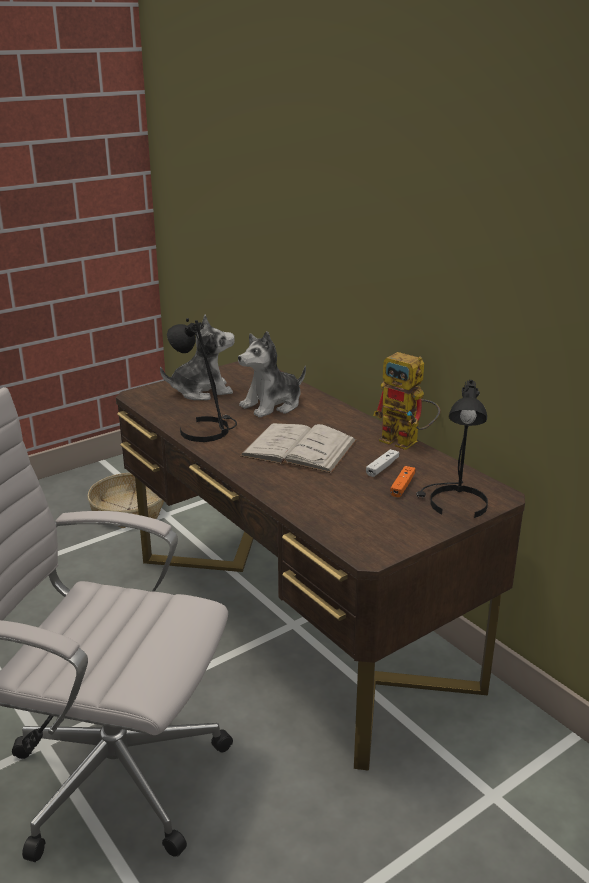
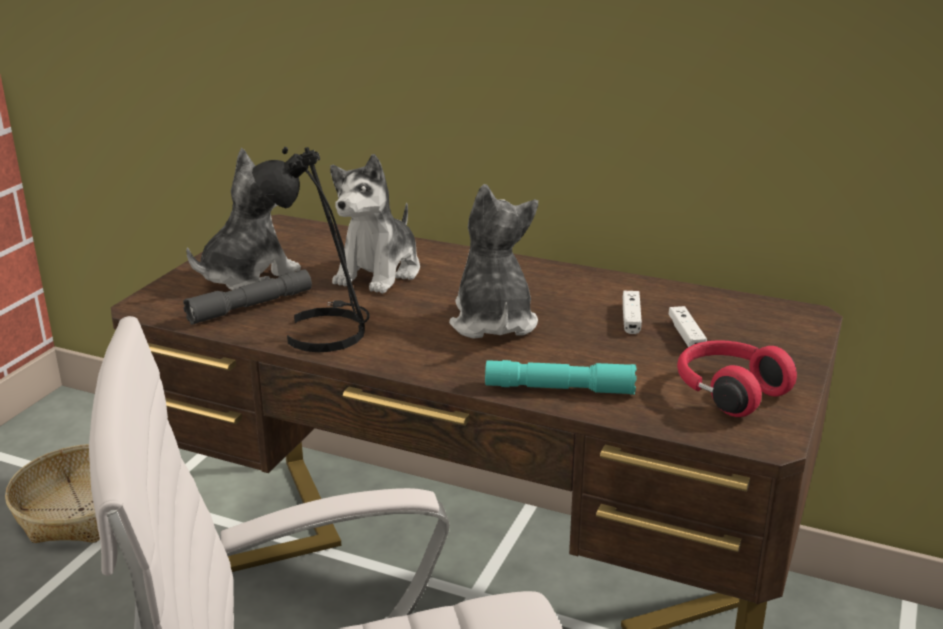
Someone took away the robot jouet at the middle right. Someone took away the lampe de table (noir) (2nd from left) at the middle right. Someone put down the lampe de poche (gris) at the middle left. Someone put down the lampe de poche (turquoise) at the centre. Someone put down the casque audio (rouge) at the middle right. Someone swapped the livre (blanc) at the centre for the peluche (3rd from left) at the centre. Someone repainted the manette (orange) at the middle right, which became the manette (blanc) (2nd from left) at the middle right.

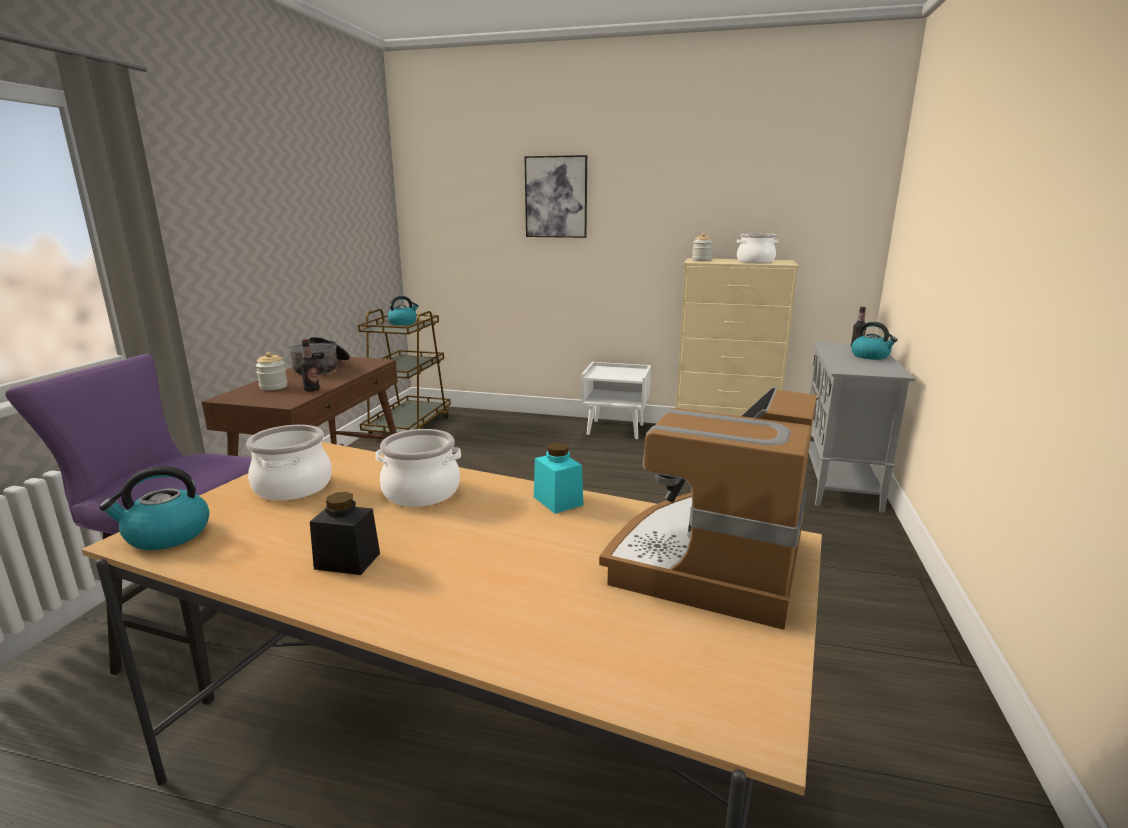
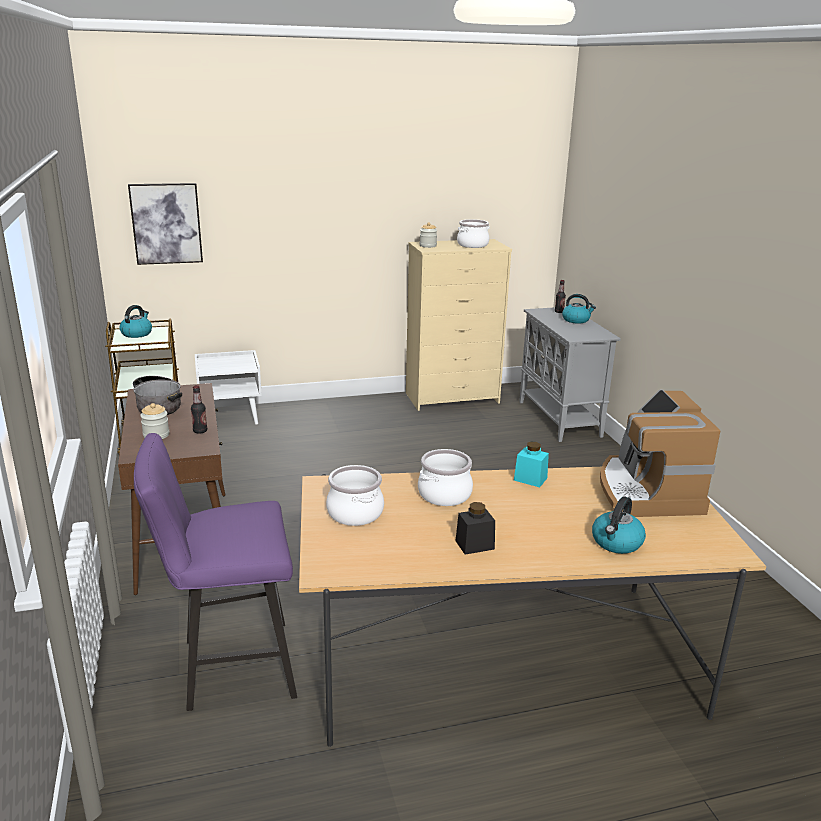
Someone carried the bouilloire (1st from left in the first image) from the middle left to the middle right. Someone carried the tableau from the top centre to the top left. Someone carried the table de chevet (blanc) from the centre to the middle left.

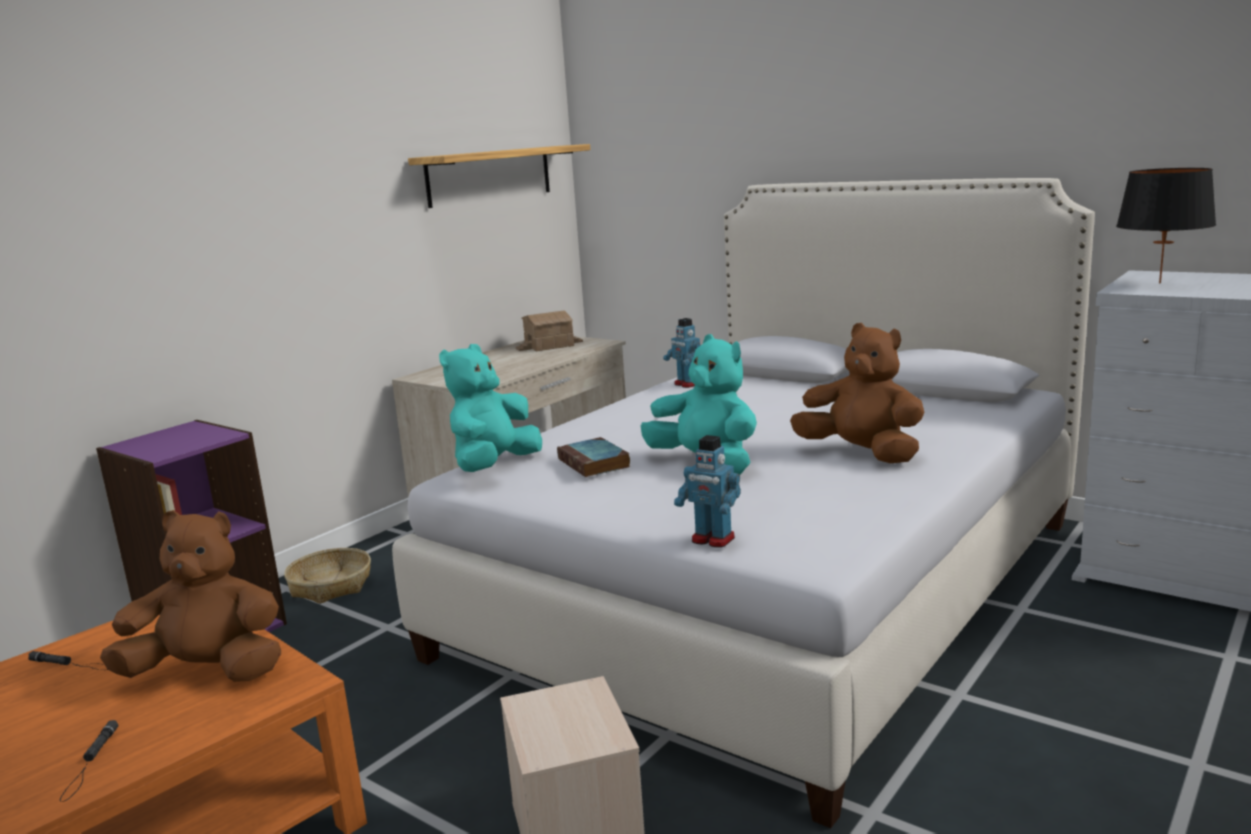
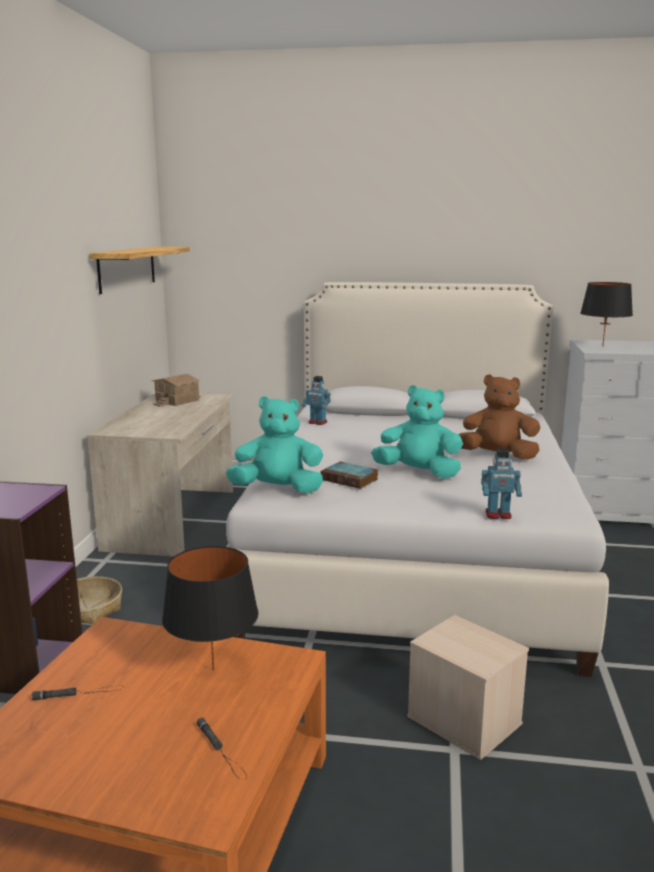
Someone swapped the peluche (marron) (1st from left) at the bottom left for the lampe de table (noir) (1st from left) at the bottom left. Someone rotated the peluche (turquoise) (1st from left) at the centre by 90 degrees clockwise.

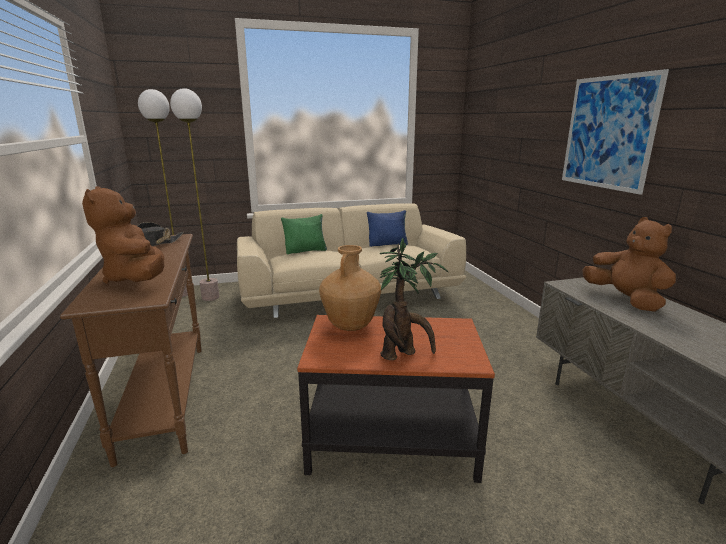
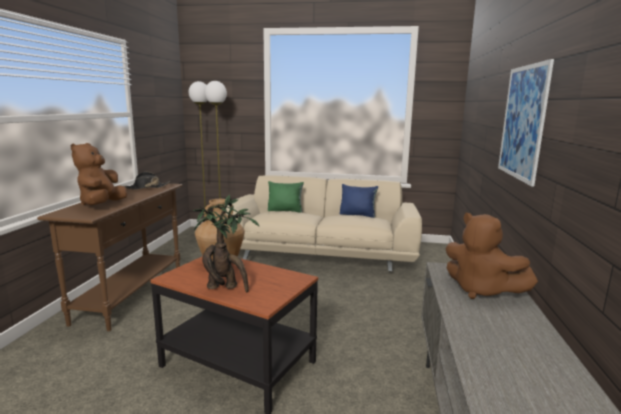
Someone rotated the peluche (marron) (2nd from left) at the middle right by 135 degrees clockwise.

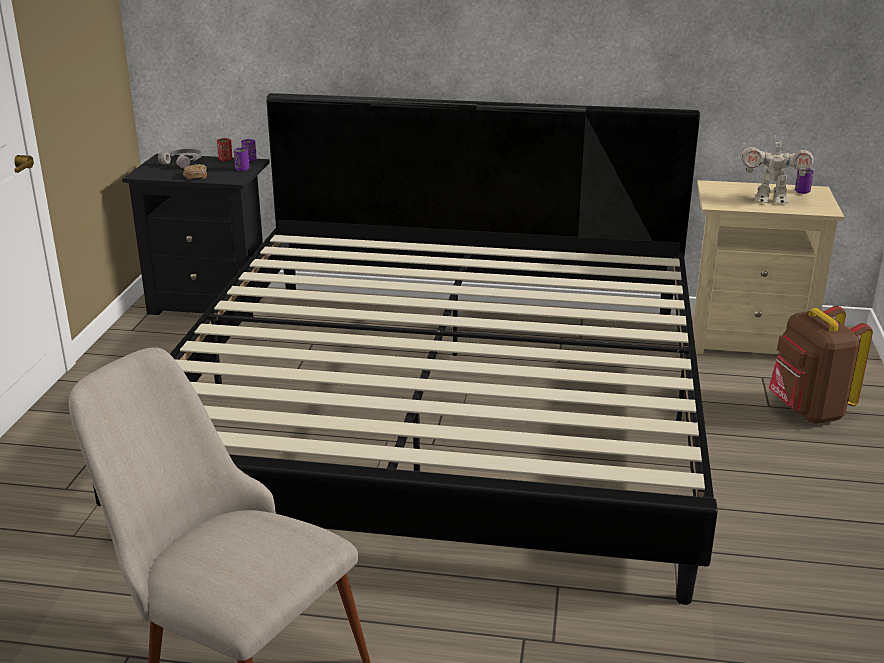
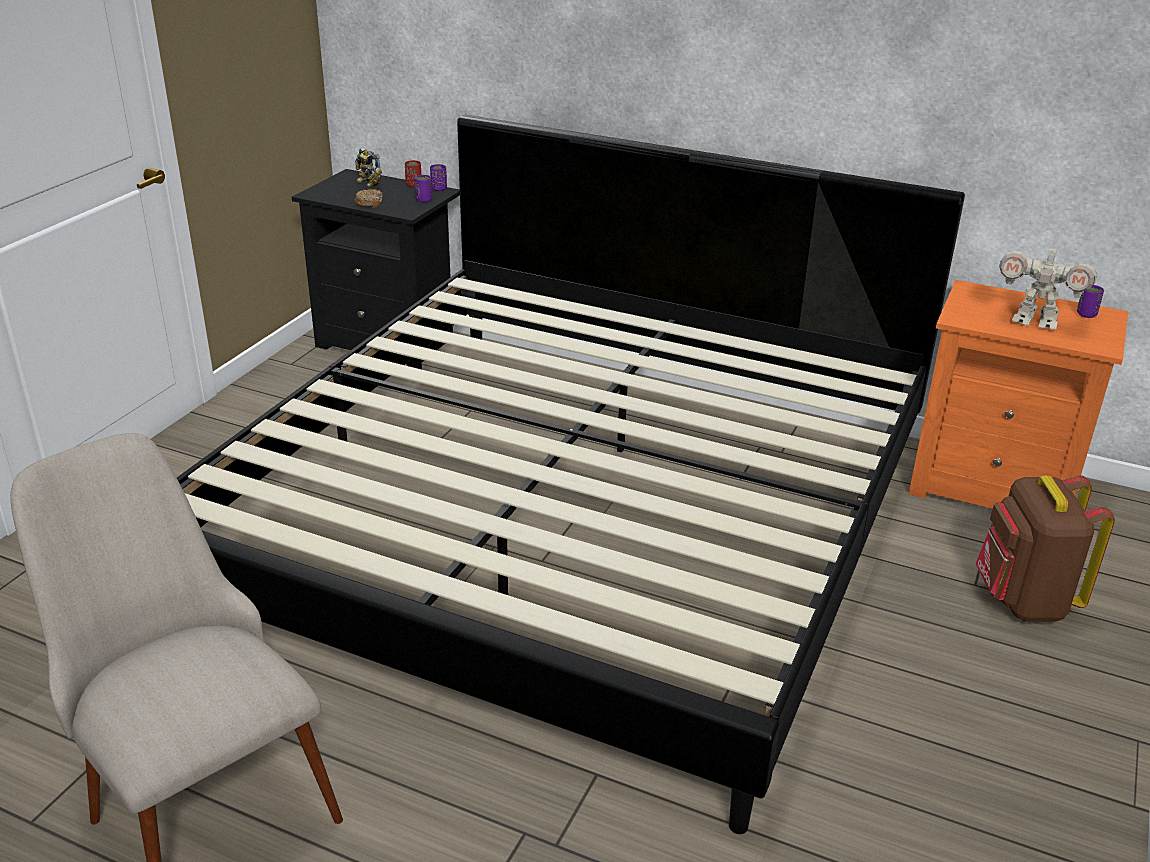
Someone swapped the casque audio (gris) at the top left for the robot jouet (1st from left) at the top left. Someone repainted the table de chevet (beige) at the middle right, which became the table de chevet (orange) at the middle right.

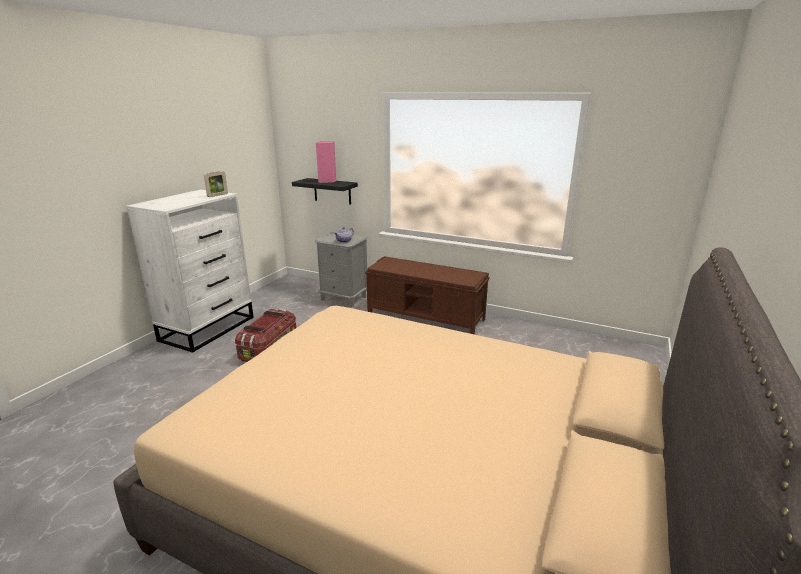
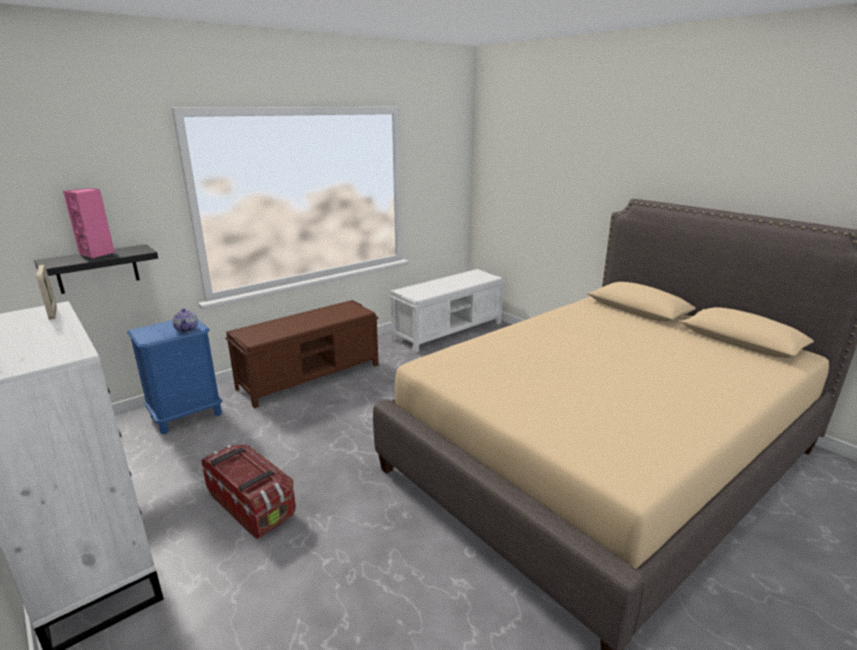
Someone put down the banc (blanc) at the centre. Someone repainted the table de chevet (gris) at the centre, which became the table de chevet (bleu) at the middle left.

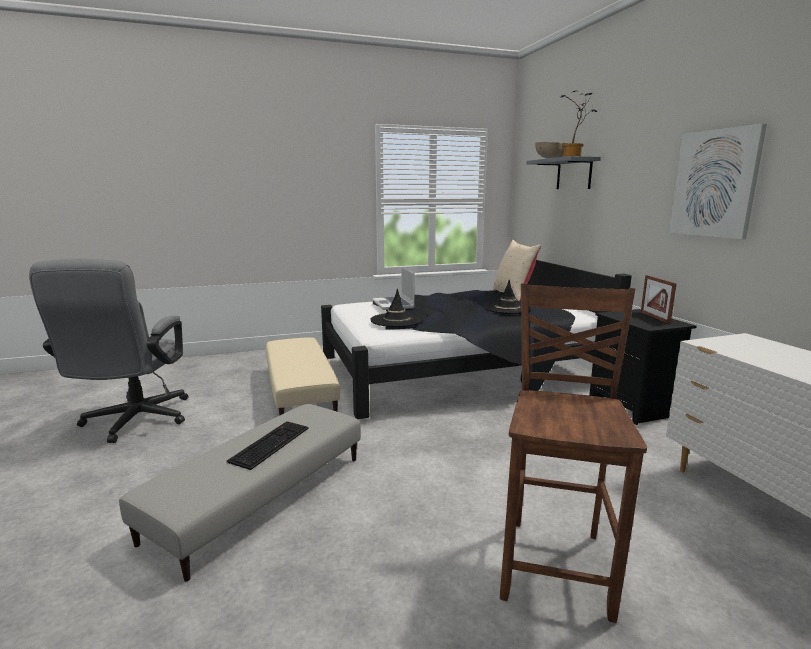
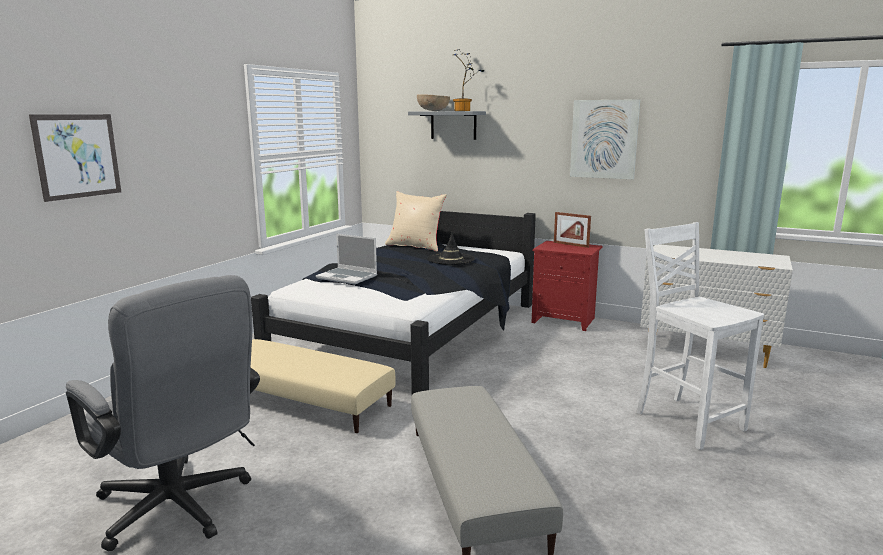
Someone took away the clavier at the bottom left. Someone took away the chapeau (noir) (1st from left) at the centre. Someone put up the tableau (1st from left) at the top left. Someone repainted the chaise (marron) at the bottom right, which became the chaise (blanc) at the middle right. Someone repainted the table de chevet (noir) at the middle right, which became the table de chevet (rouge) at the centre.

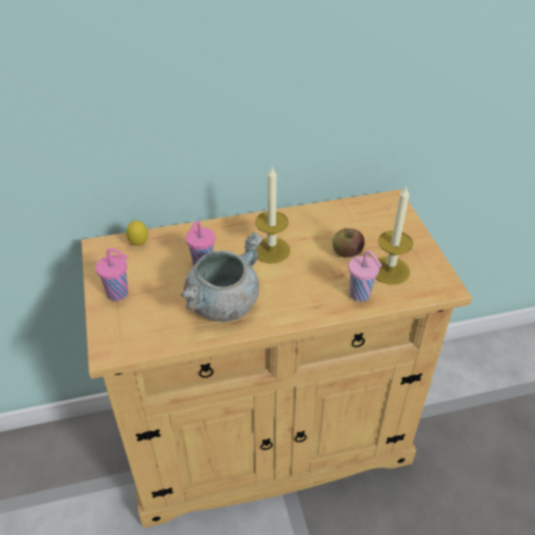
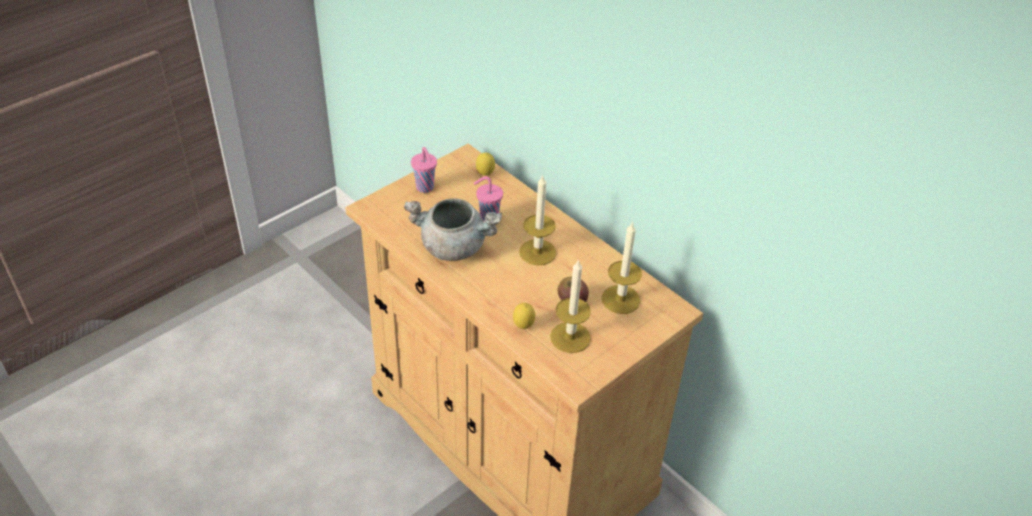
Someone put down the bougie (3rd from left) at the centre. Someone swapped the tasse (rose) (3rd from left) at the middle right for the citron (2nd from left) at the centre.

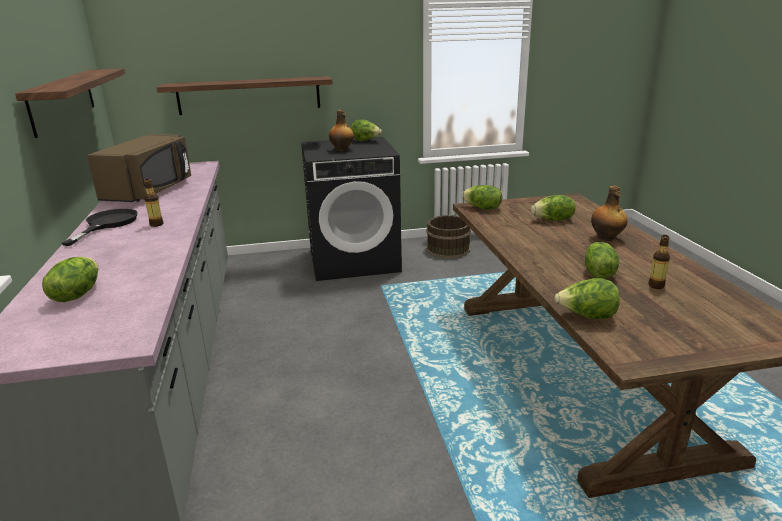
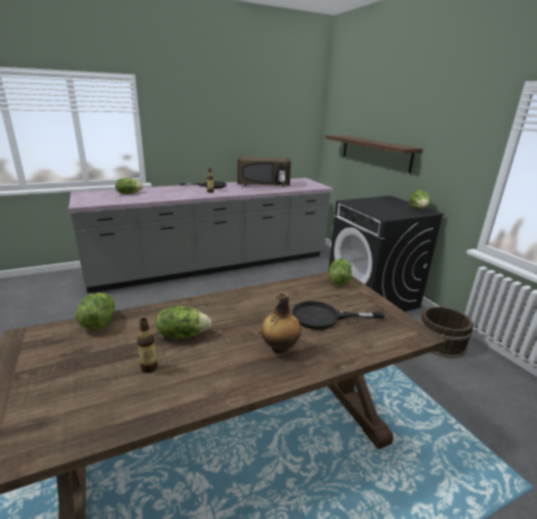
Someone took away the étagère (1st from left) at the top left. Someone took away the bouteille (2nd from left) at the top centre. Someone swapped the laitue (4th from left) at the middle right for the poêle (noir) (2nd from left) at the centre.

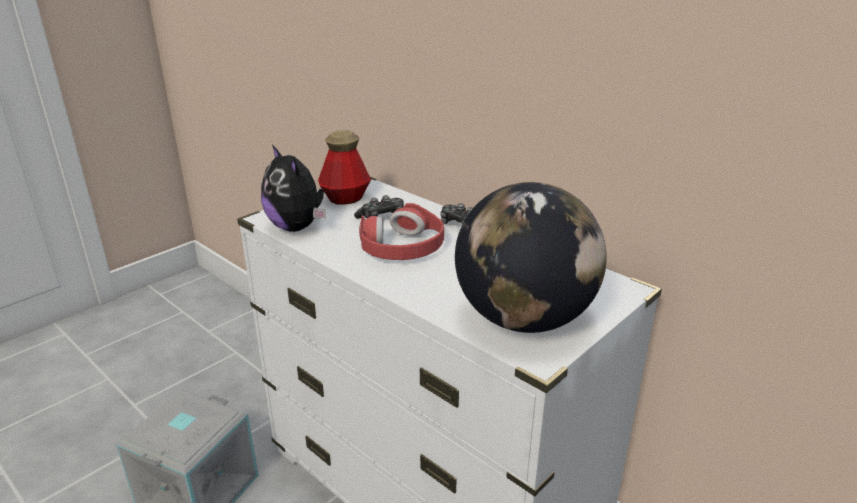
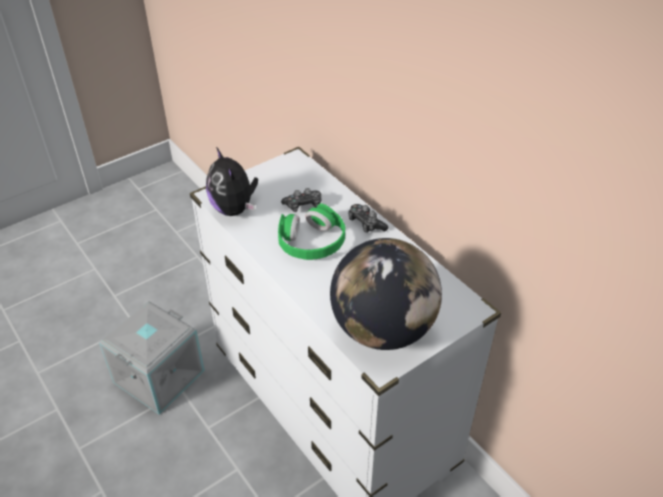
Someone took away the bouteille at the top centre. Someone repainted the casque audio (rouge) at the centre, which became the casque audio (vert) at the centre.

